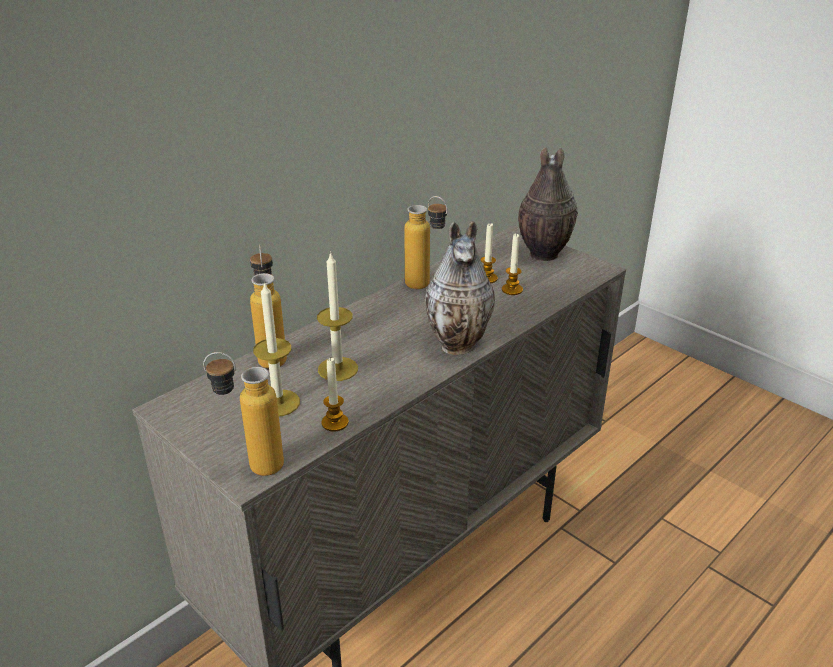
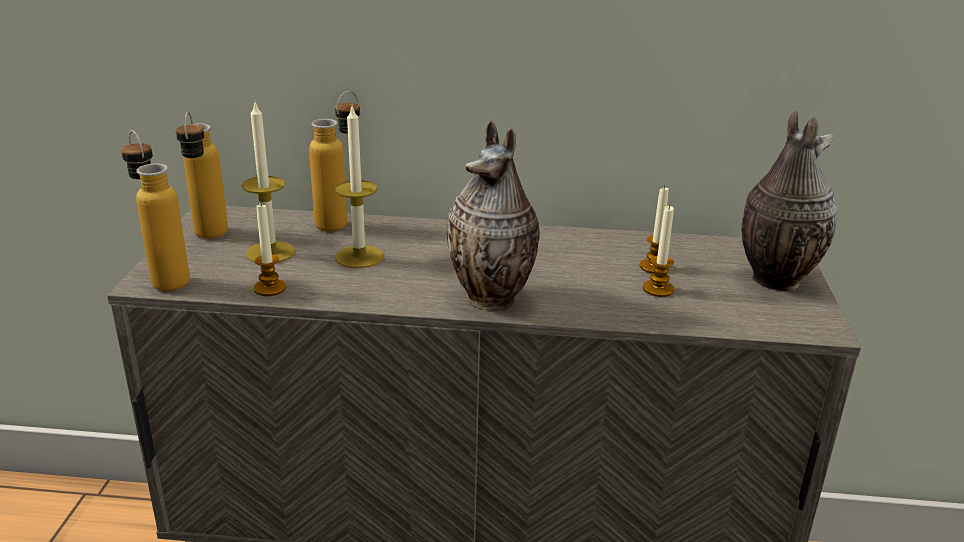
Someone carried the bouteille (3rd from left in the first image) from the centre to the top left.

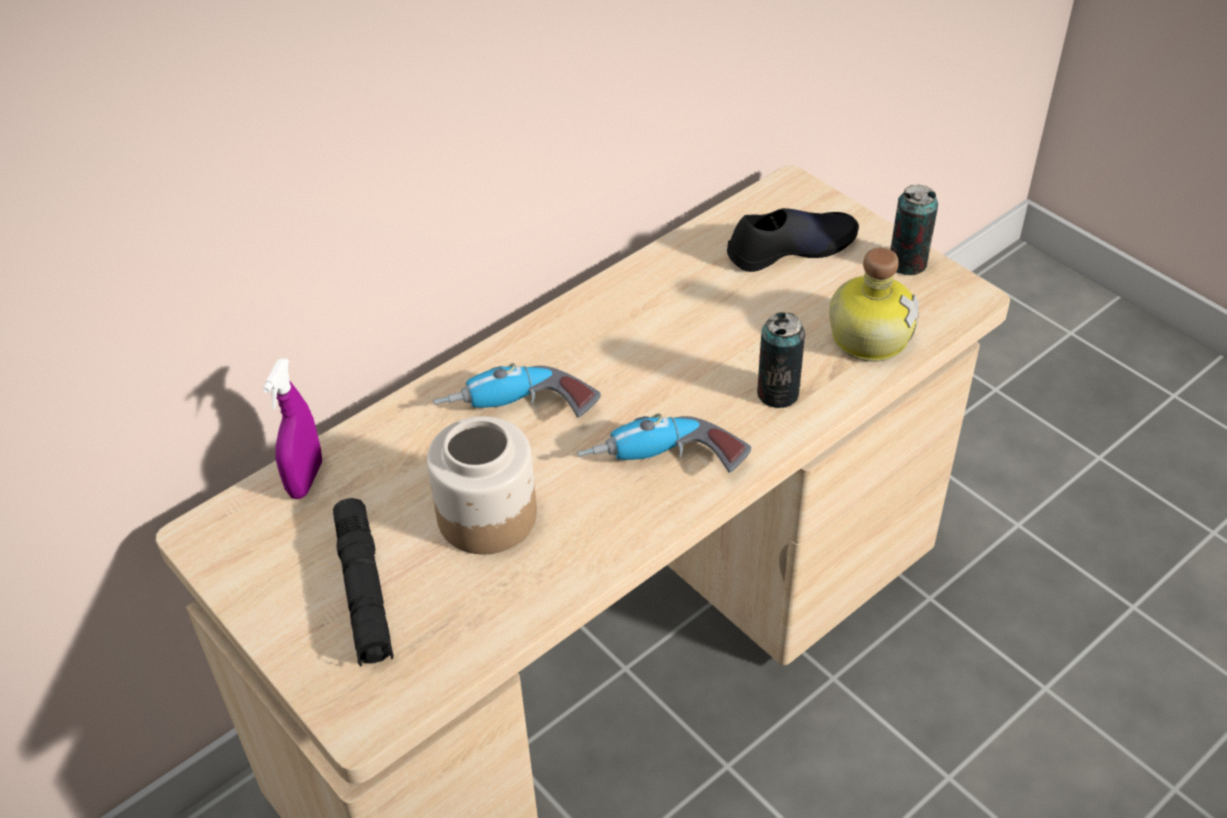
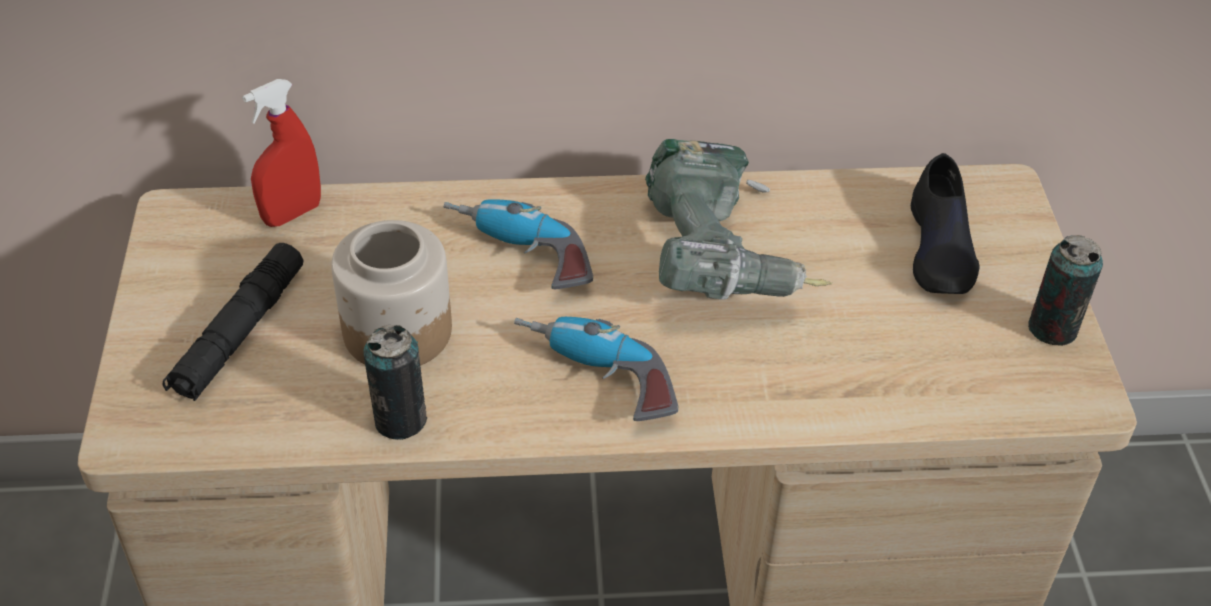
Someone took away the bouteille at the middle right. Someone put down the perceuse (3rd from left) at the centre. Someone carried the boîte métallique (1st from left) from the centre to the middle left. Someone repainted the vaporisateur (violet) at the middle left, which became the vaporisateur (rouge) at the top left. Someone rotated the chaussure (noir) at the top centre by 75 degrees clockwise.

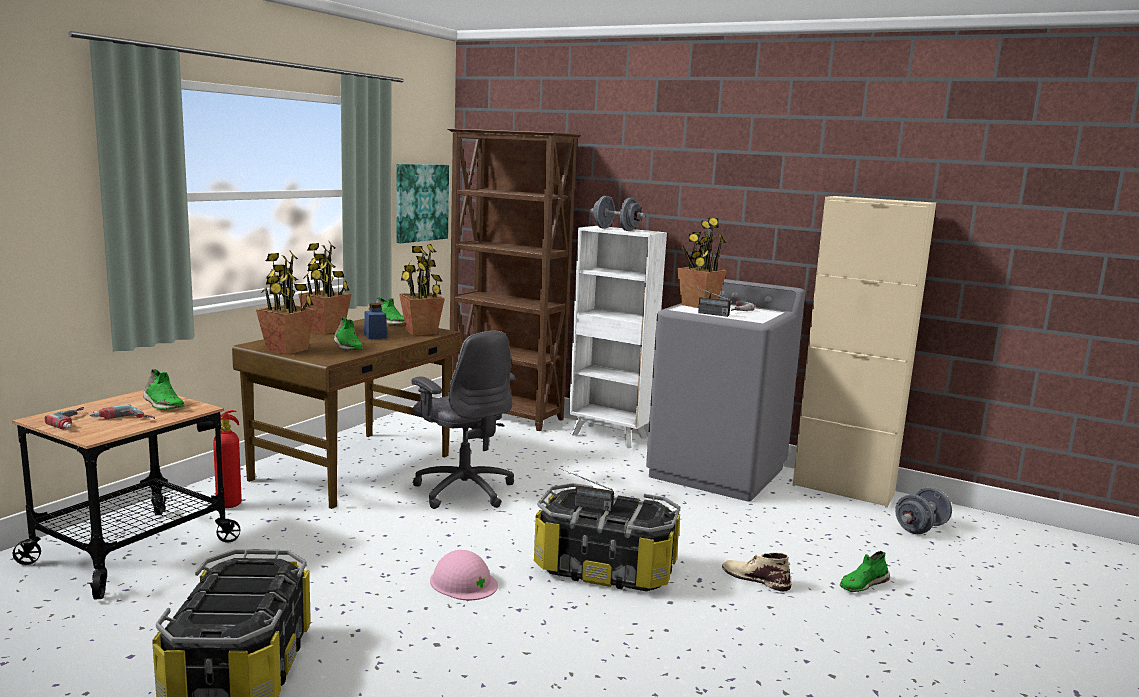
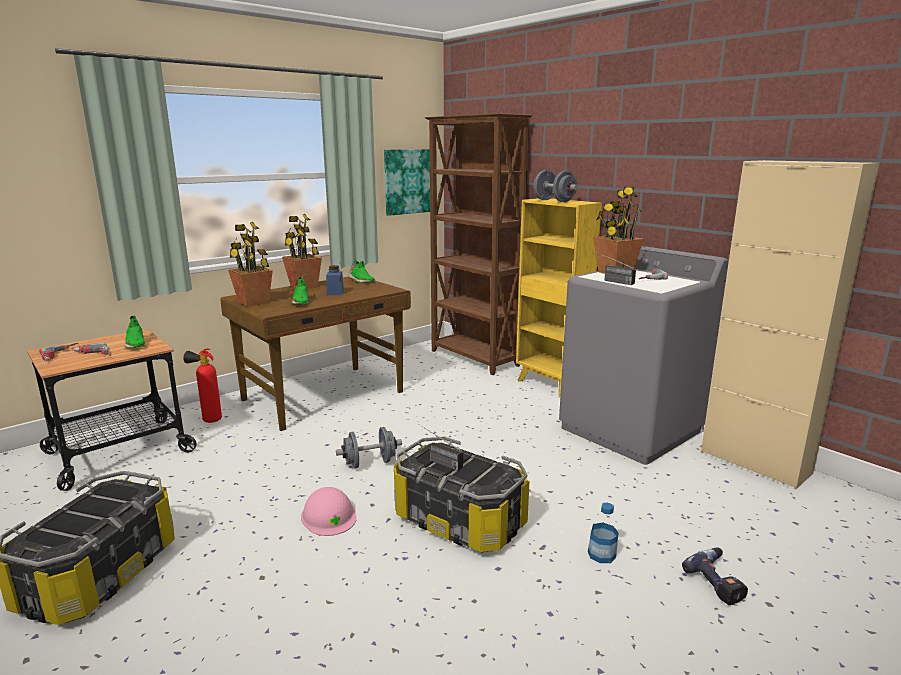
Someone took away the plante en pot (3rd from left) at the centre. Someone took away the chaise de bureau (gris) at the centre. Someone carried the haltère (gris) (2nd from left in the first image) from the bottom right to the centre. Someone swapped the botte (beige) at the bottom centre for the bouteille at the bottom right. Someone swapped the chaussure (vert) (4th from left) at the bottom right for the perceuse (4th from left) at the bottom right. Someone repainted the bibliothèque (blanc) at the centre, which became the bibliothèque (jaune) at the centre.

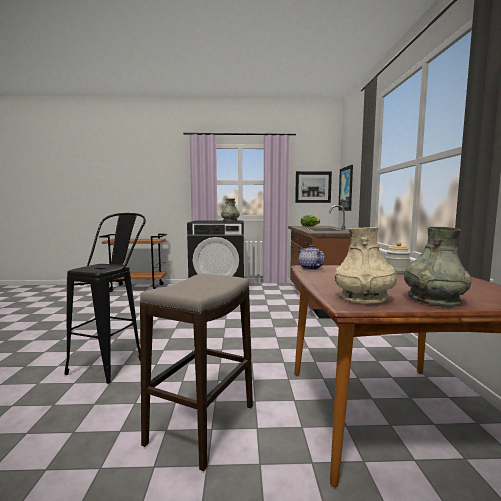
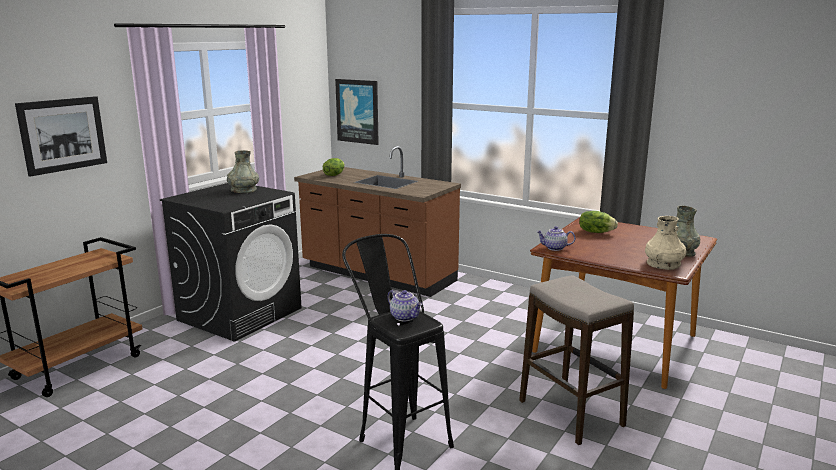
Someone put down the théière (1st from left) at the centre. Someone carried the tableau (1st from left) from the centre to the top left. Someone swapped the bocal at the middle right for the laitue (2nd from left) at the middle right.

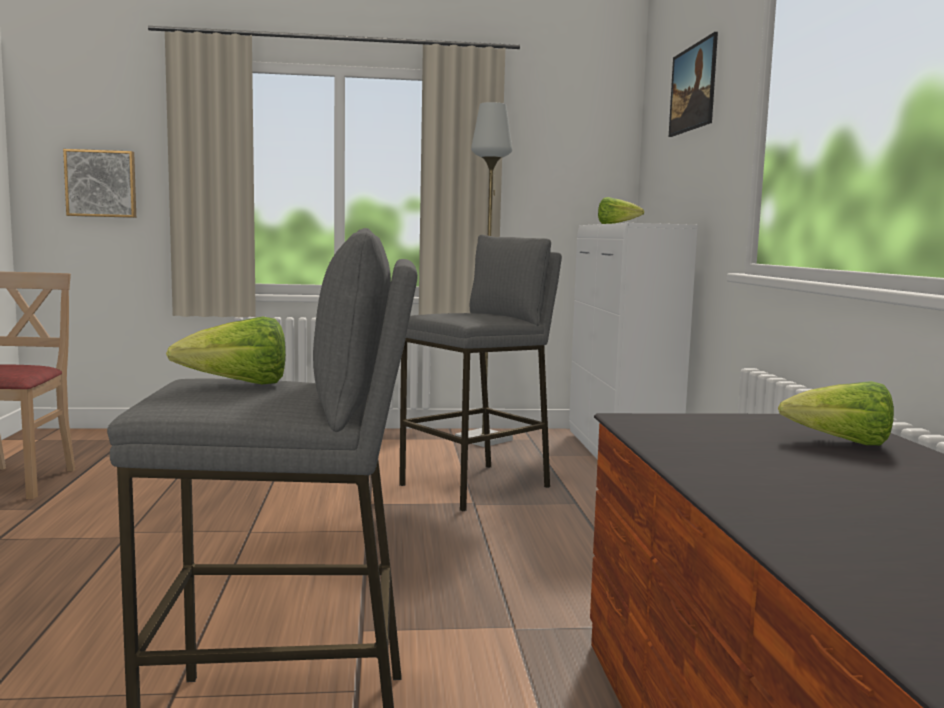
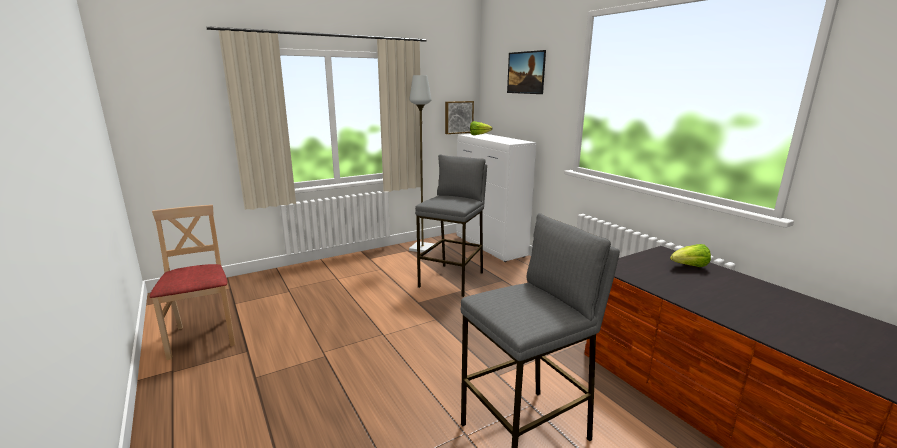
Someone took away the laitue (1st from left) at the middle left. Someone carried the tableau (1st from left) from the top left to the top centre.

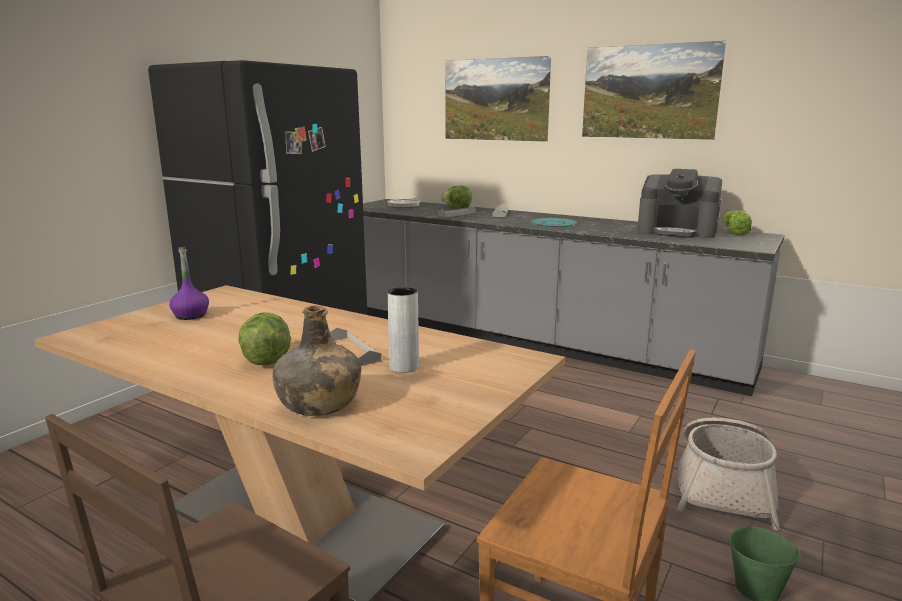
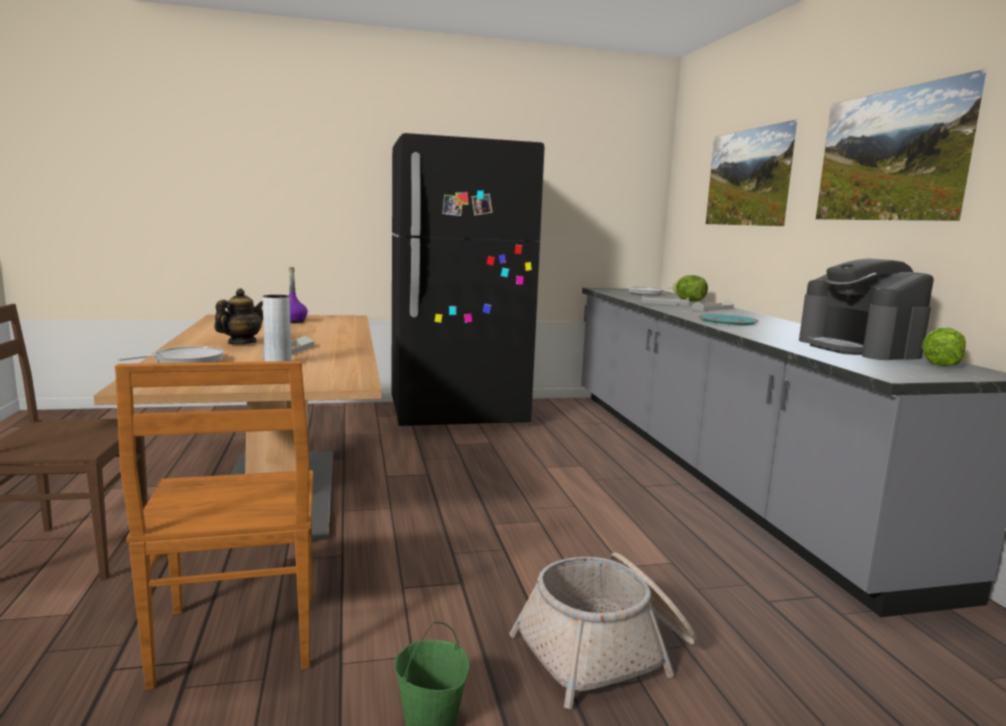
Someone swapped the laitue (1st from left) at the middle left for the théière at the middle left. Someone swapped the bouteille (vert) at the centre for the poêle (1st from left) at the middle left.

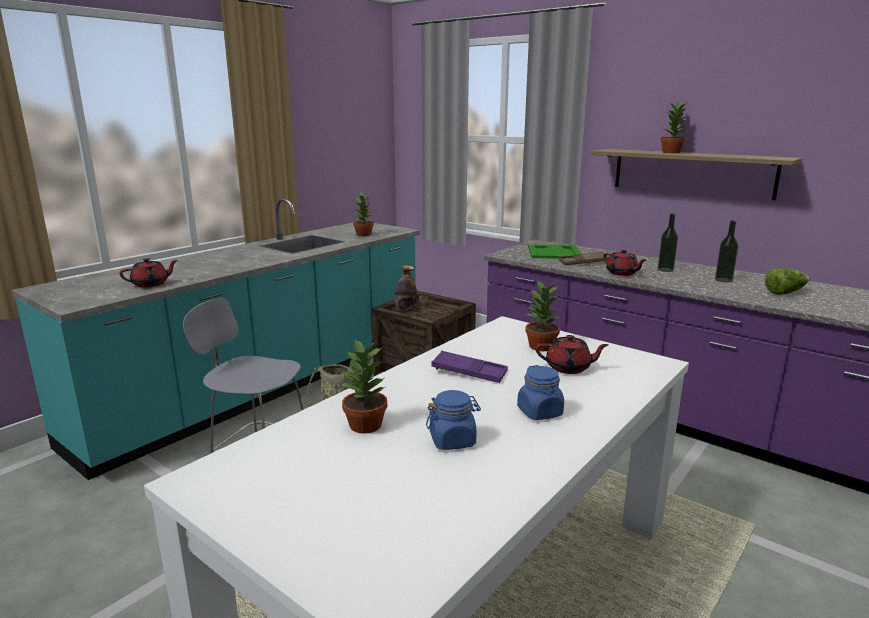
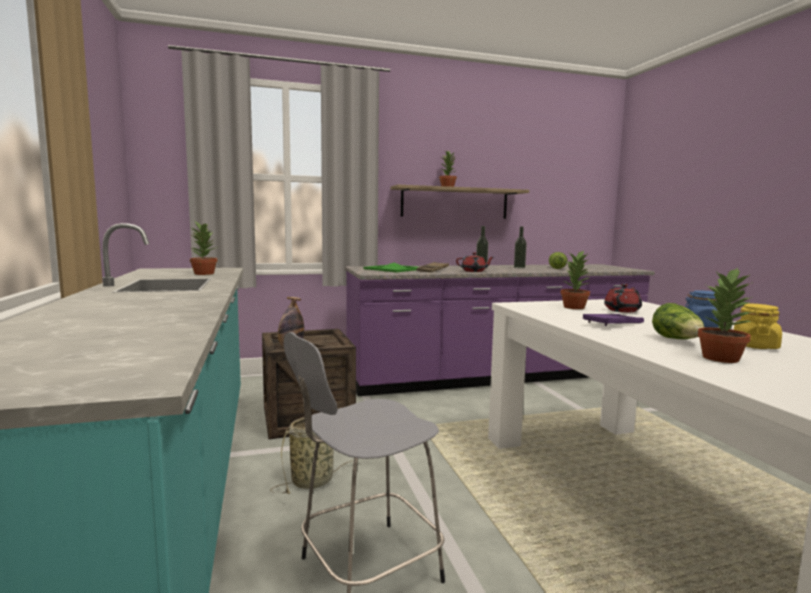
Someone took away the théière (rouge) (1st from left) at the middle left. Someone put down the laitue (2nd from left) at the middle right. Someone repainted the bocal (bleu) (1st from left) at the bottom centre, which became the bocal (jaune) at the middle right.

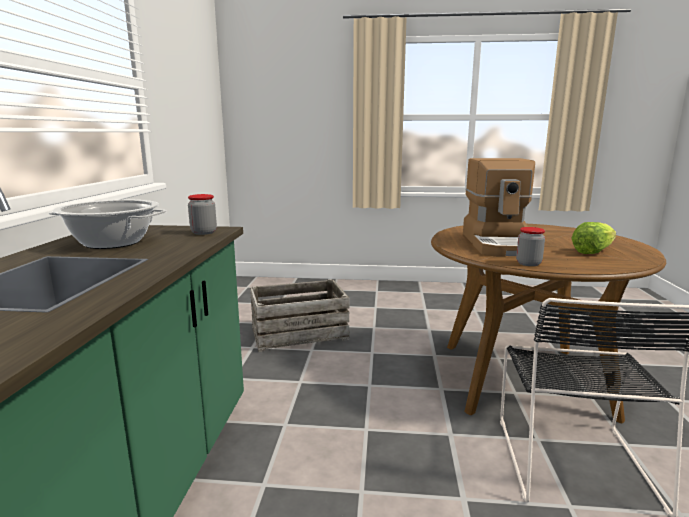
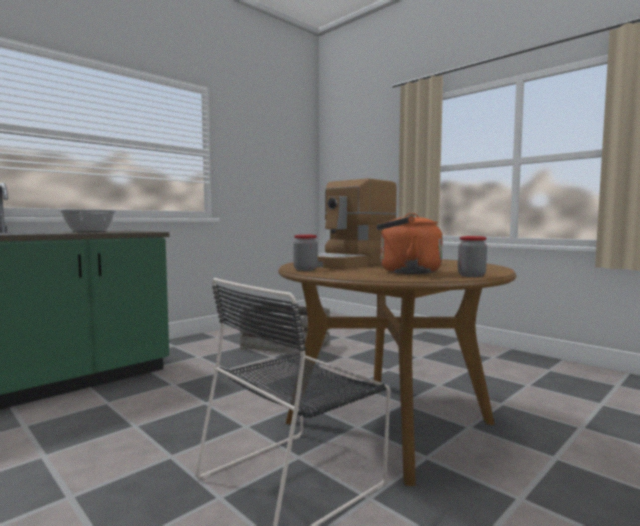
Someone carried the bocal (1st from left in the first image) from the middle left to the middle right. Someone swapped the laitue at the middle right for the bouilloire (orange) at the centre.

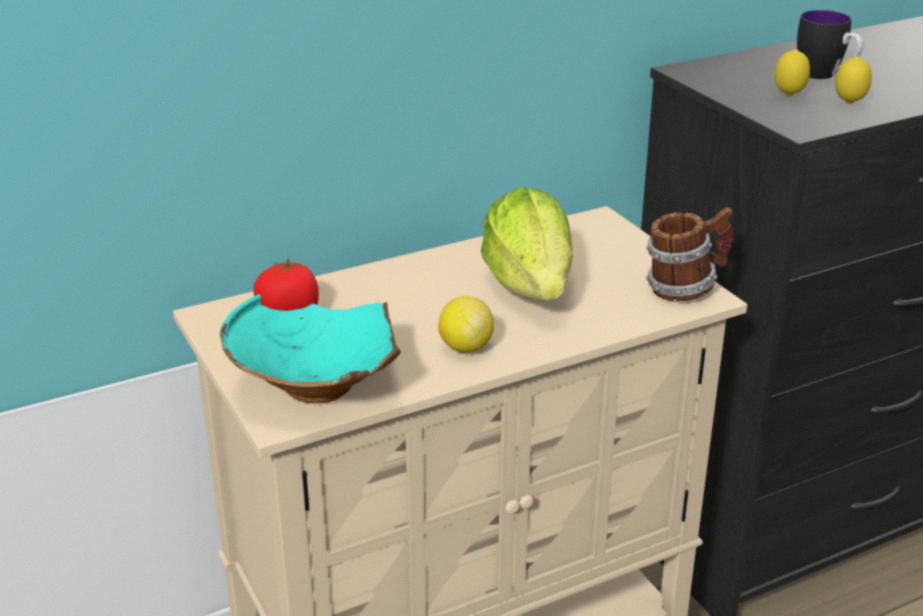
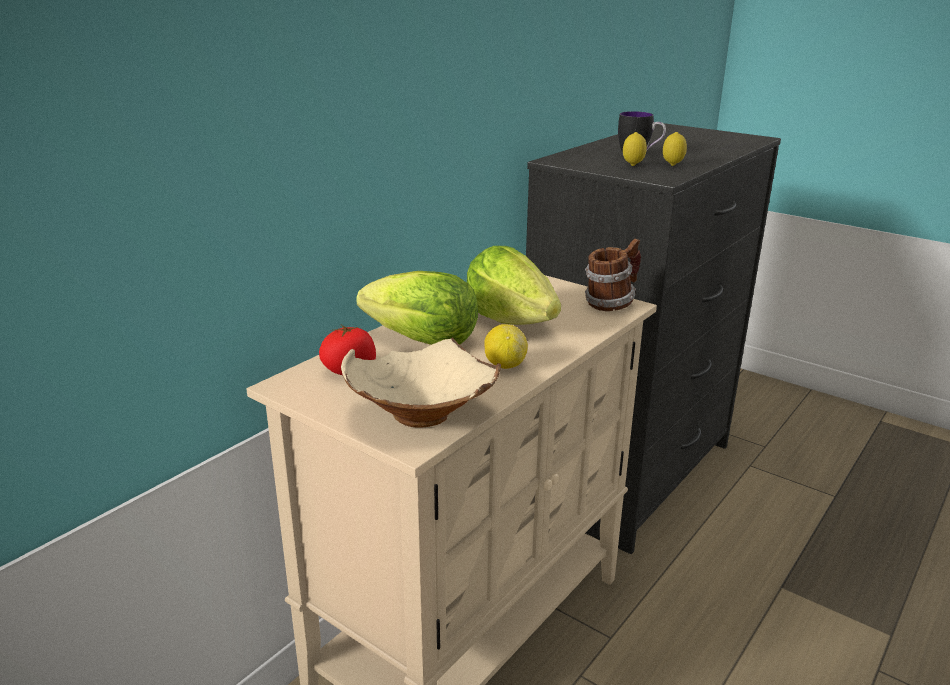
Someone put down the laitue (1st from left) at the centre. Someone repainted the bol (turquoise) at the centre, which became the bol (beige) at the centre.

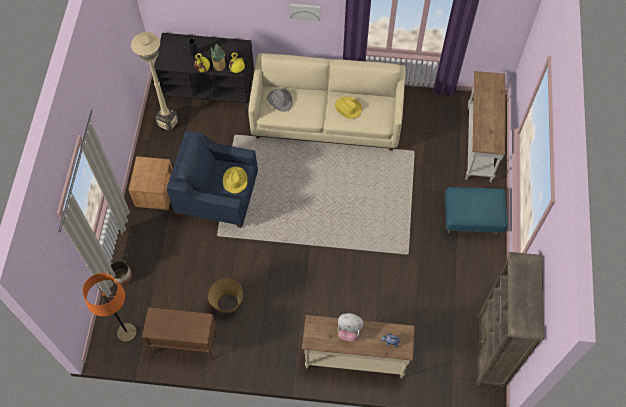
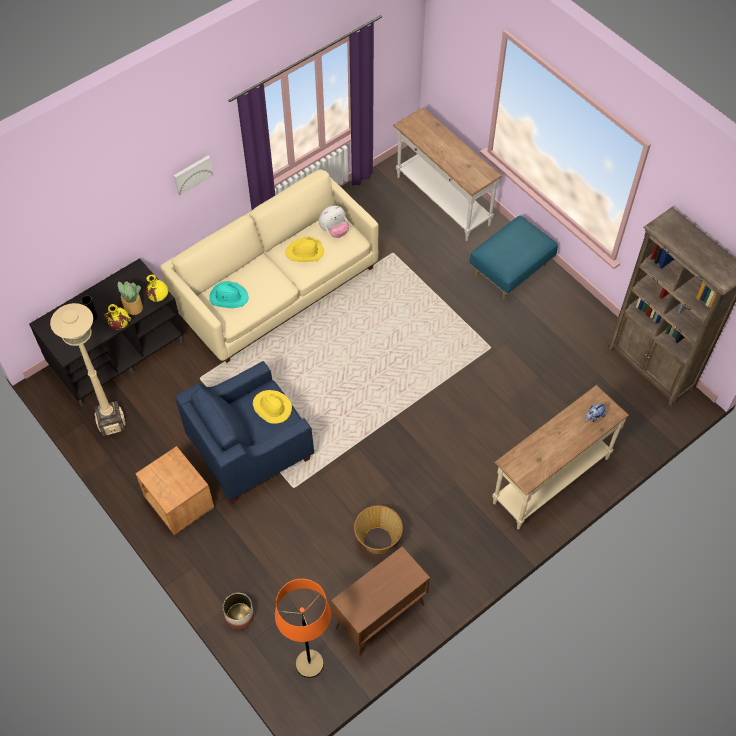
Someone carried the peluche (1st from left) from the bottom centre to the top centre. Someone repainted the chapeau (gris) at the top centre, which became the chapeau (turquoise) at the middle left.

